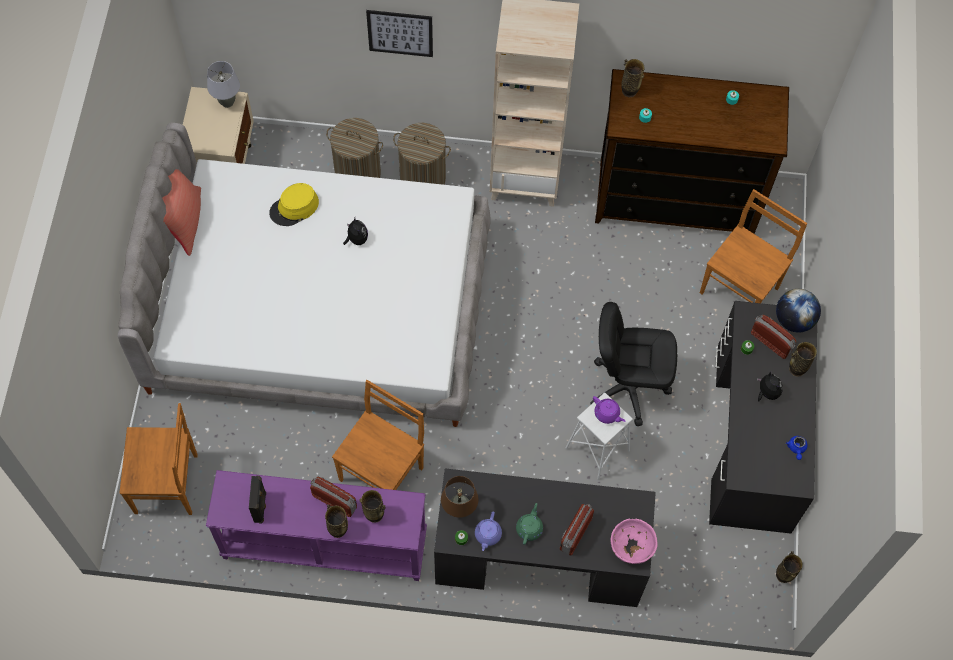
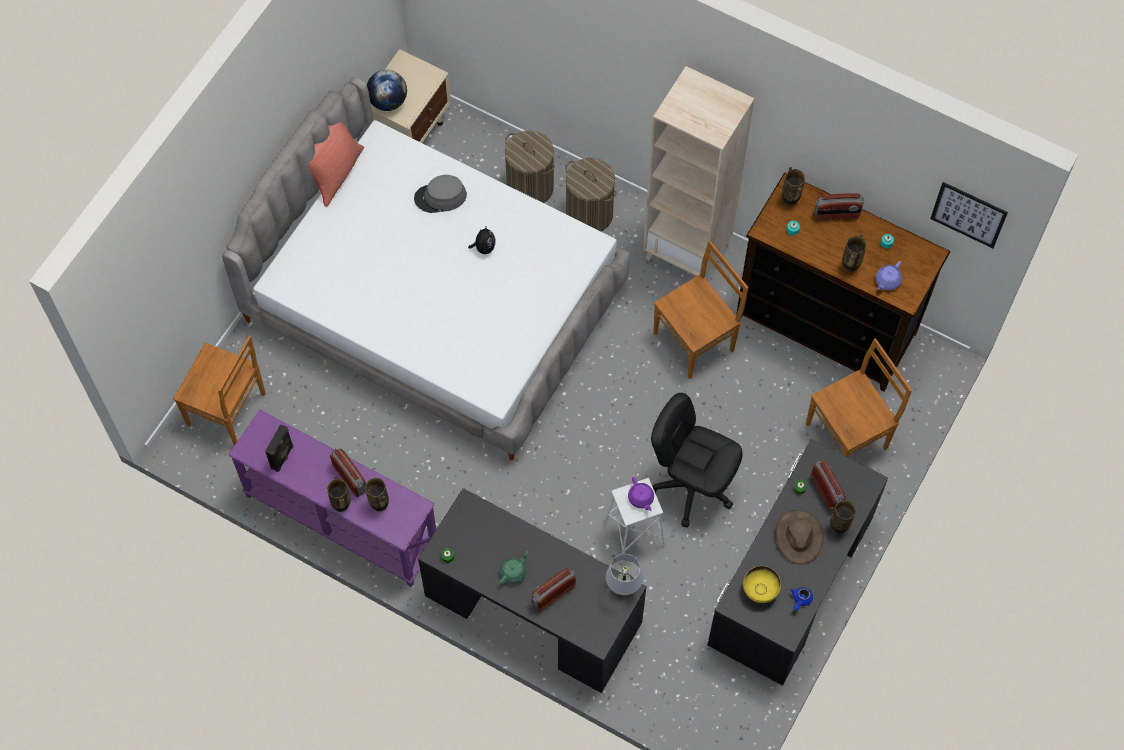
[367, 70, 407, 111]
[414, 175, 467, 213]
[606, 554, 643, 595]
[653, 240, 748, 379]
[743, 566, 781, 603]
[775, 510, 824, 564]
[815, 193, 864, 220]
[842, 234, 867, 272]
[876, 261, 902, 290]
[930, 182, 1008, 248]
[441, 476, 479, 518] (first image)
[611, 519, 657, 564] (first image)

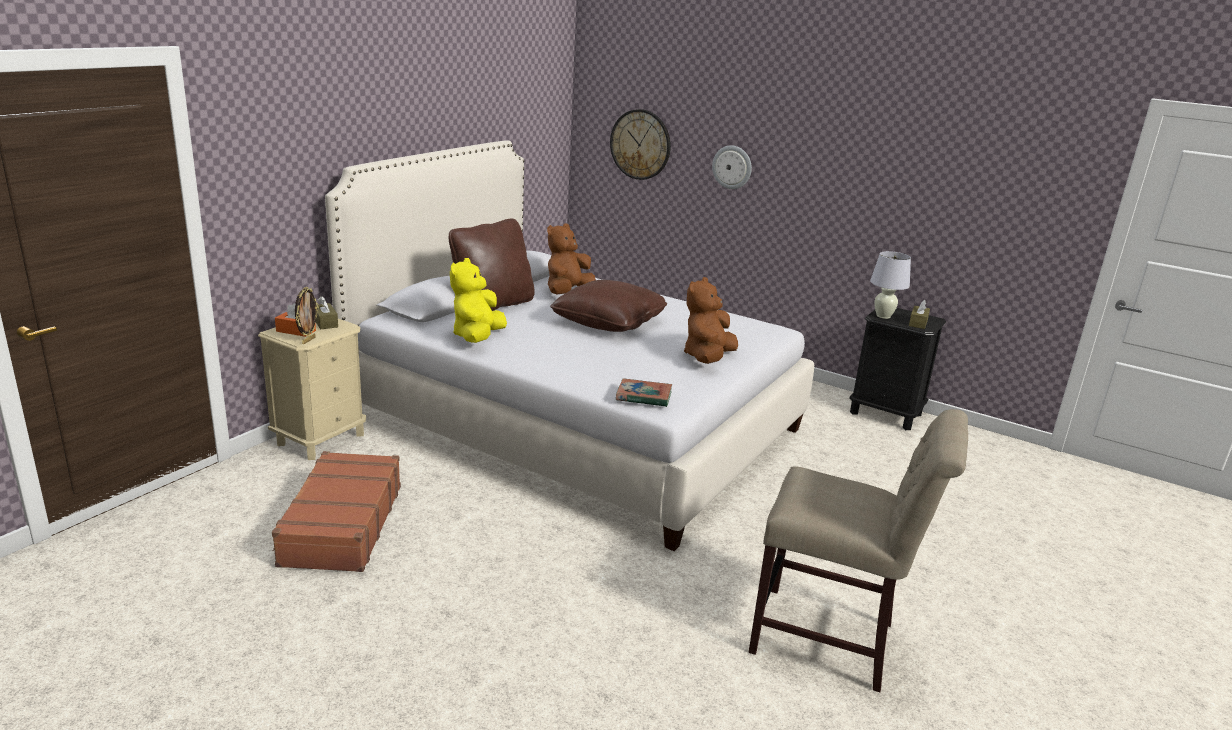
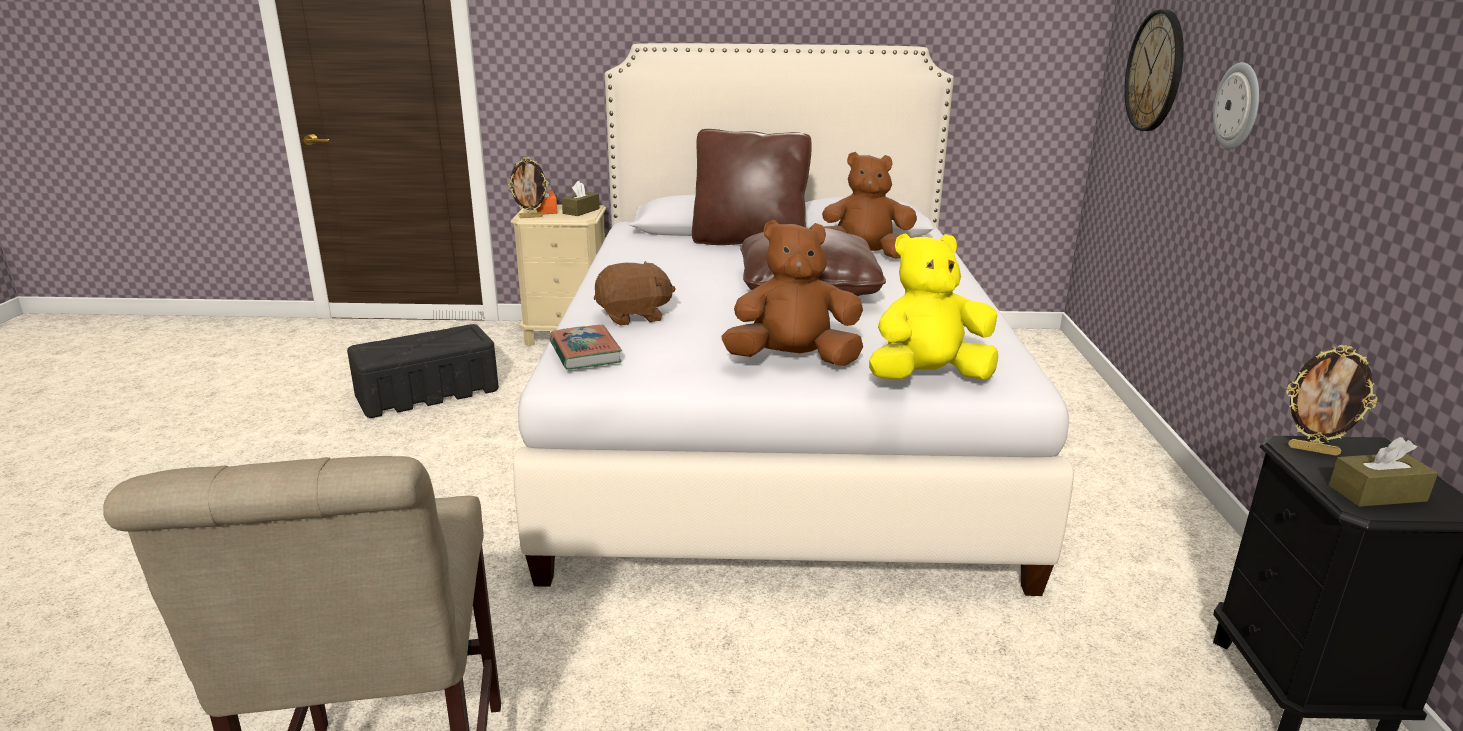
[347, 324, 499, 418]
[594, 261, 676, 326]
[869, 233, 998, 379]
[1286, 345, 1378, 456]

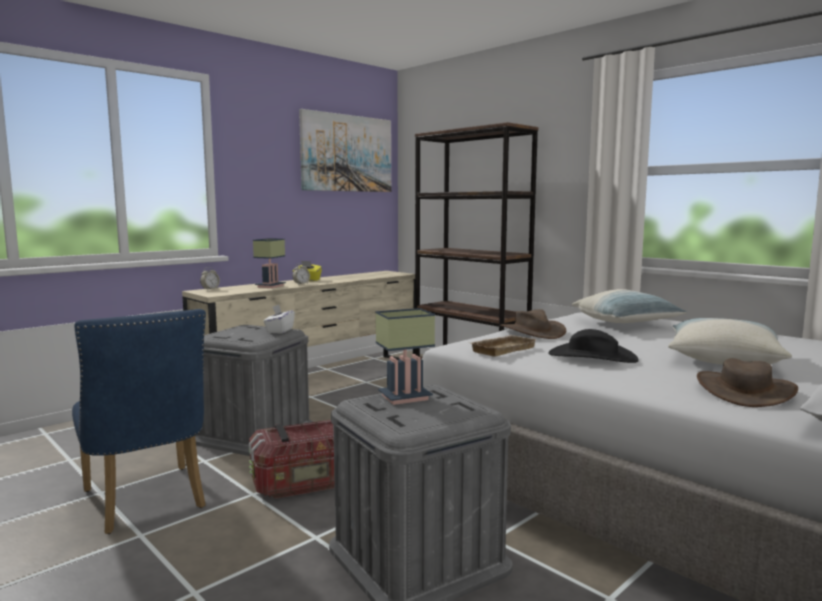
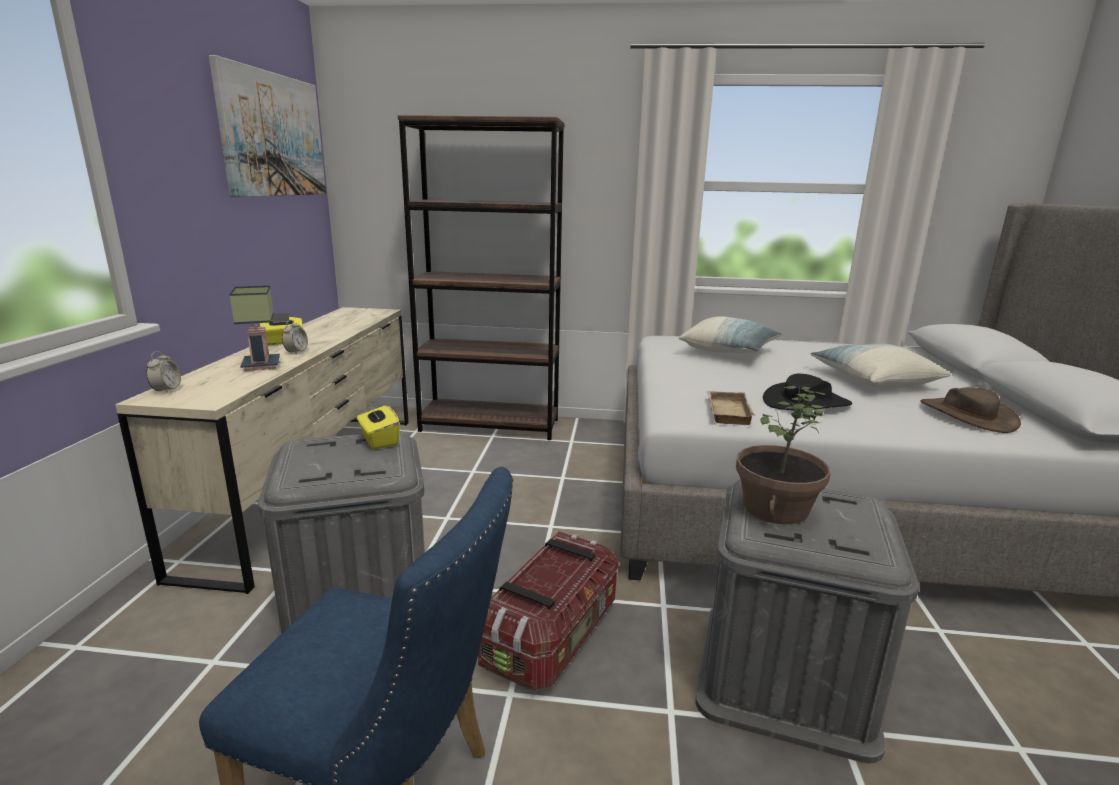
[357, 405, 400, 449]
[736, 385, 831, 524]
[500, 309, 566, 339] (first image)

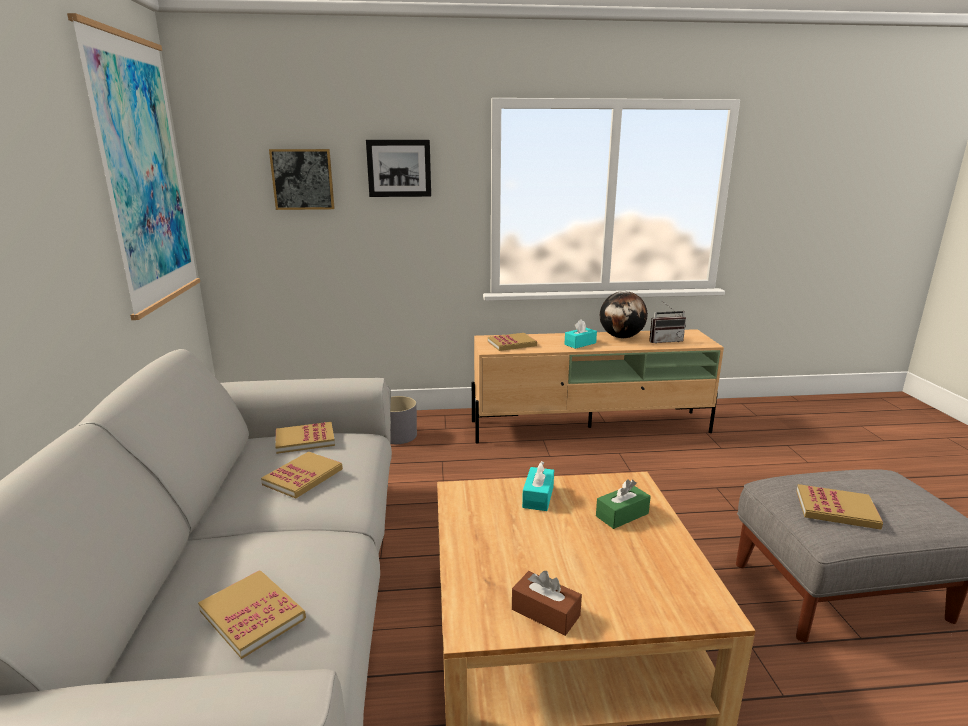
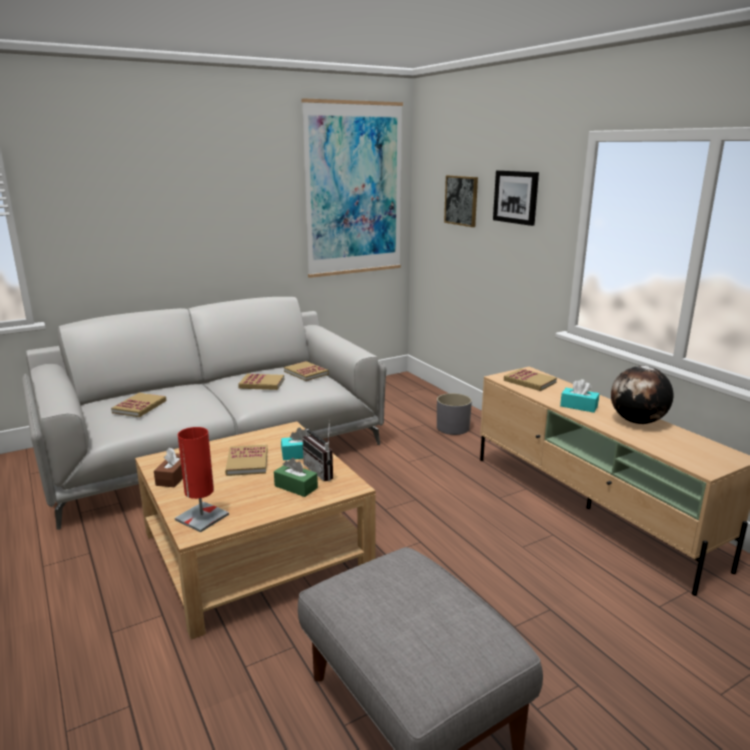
[175, 427, 229, 532]
[225, 445, 268, 476]
[302, 424, 333, 481]

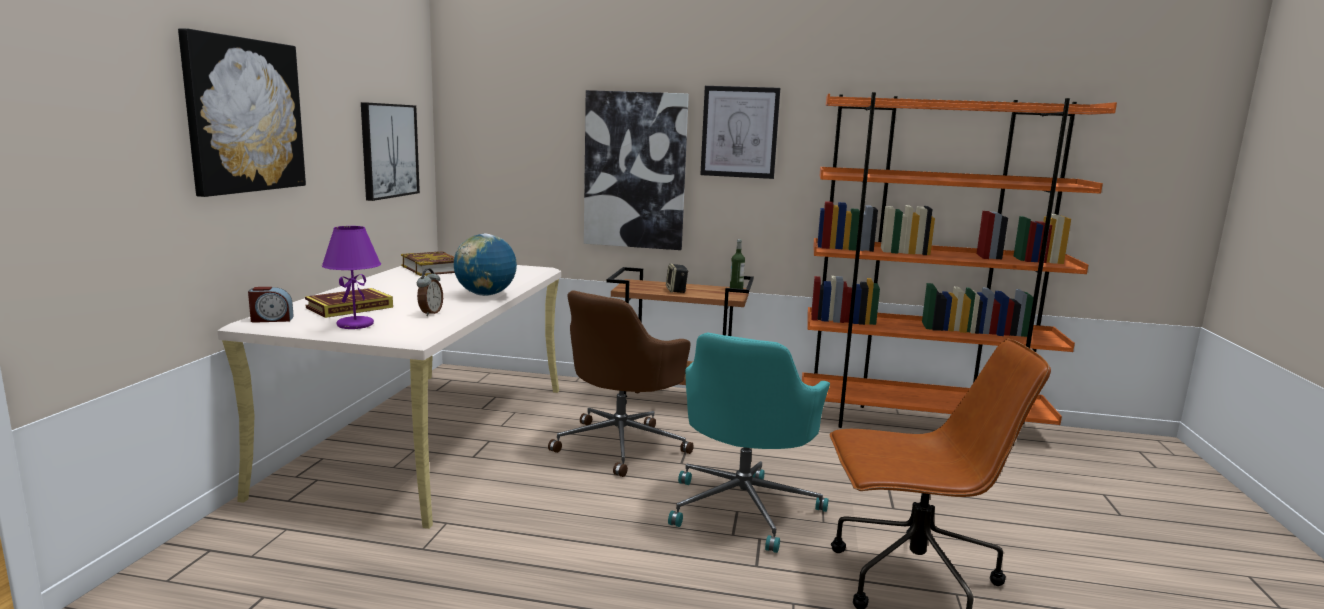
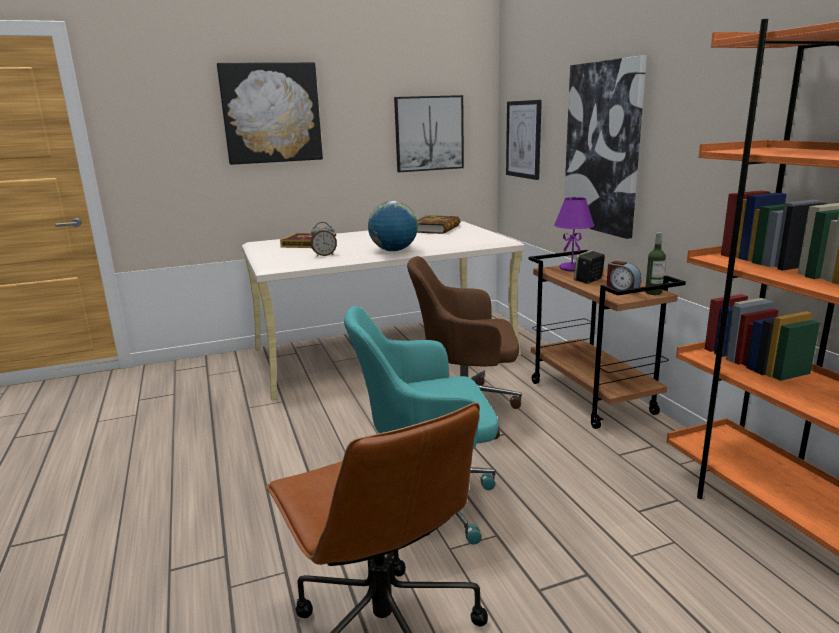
[506, 100, 542, 180]
[554, 197, 594, 271]
[607, 261, 641, 290]

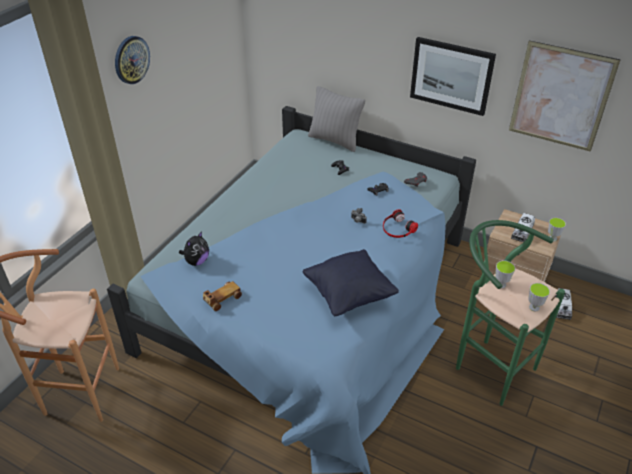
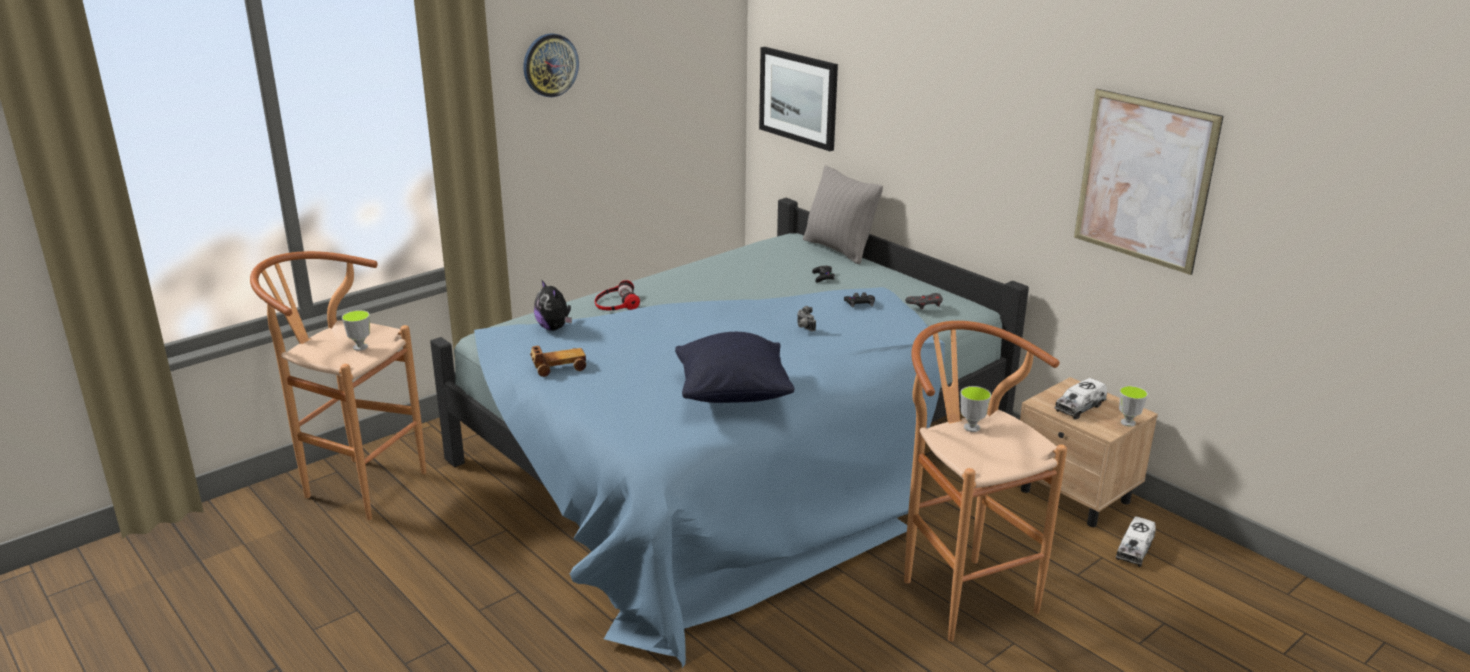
[342, 310, 370, 351]
[534, 279, 572, 331]
[595, 280, 640, 311]
[759, 47, 838, 151]
[904, 321, 1067, 642]

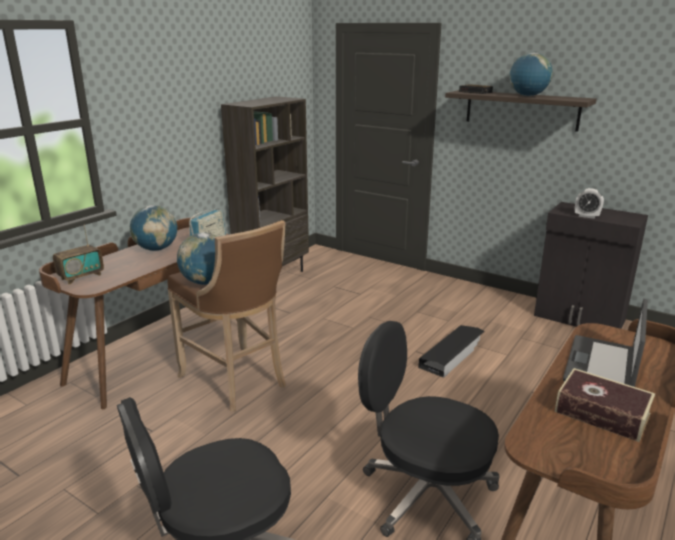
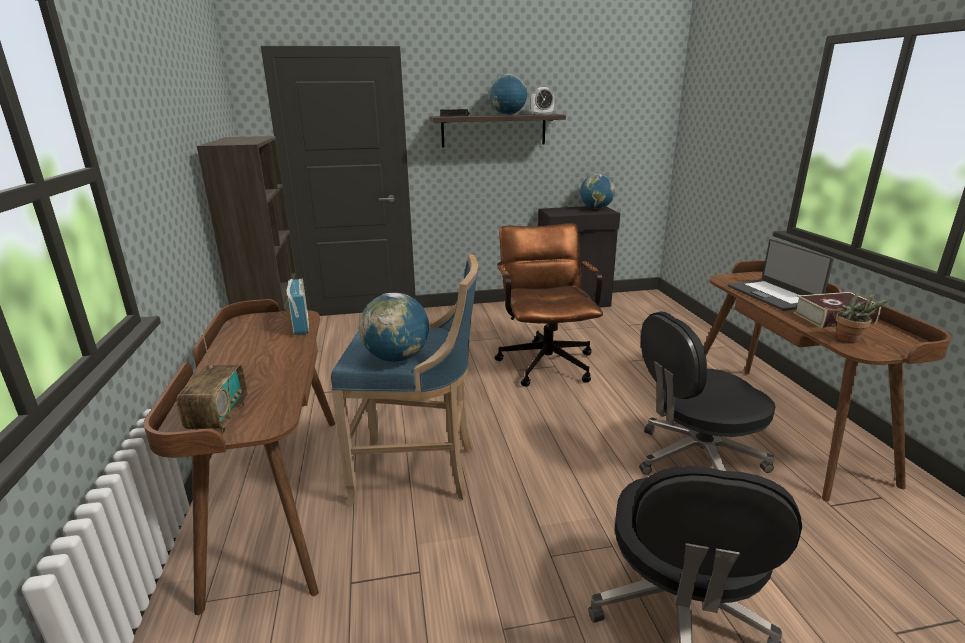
[331, 254, 478, 506]
[494, 223, 603, 387]
[531, 87, 555, 115]
[580, 173, 615, 209]
[836, 290, 889, 342]

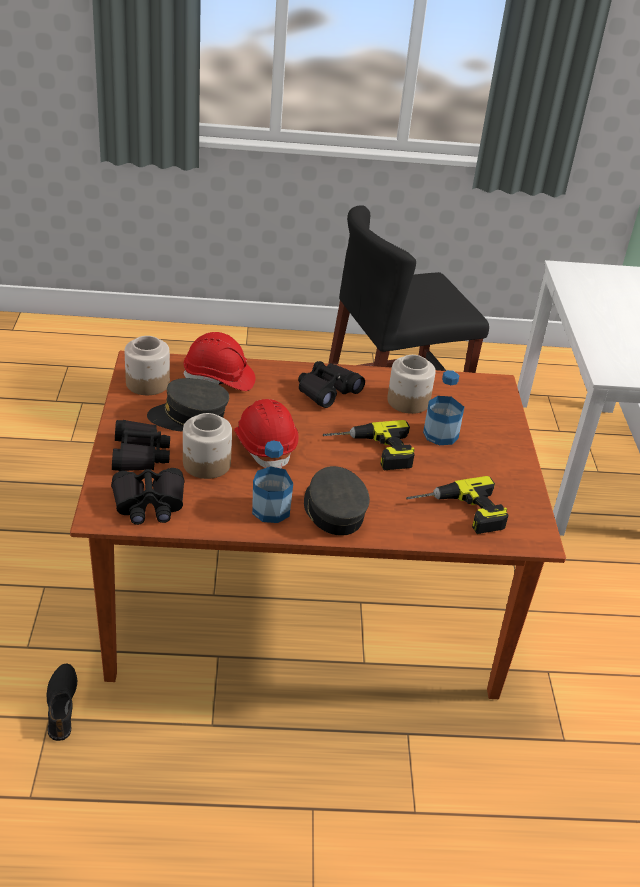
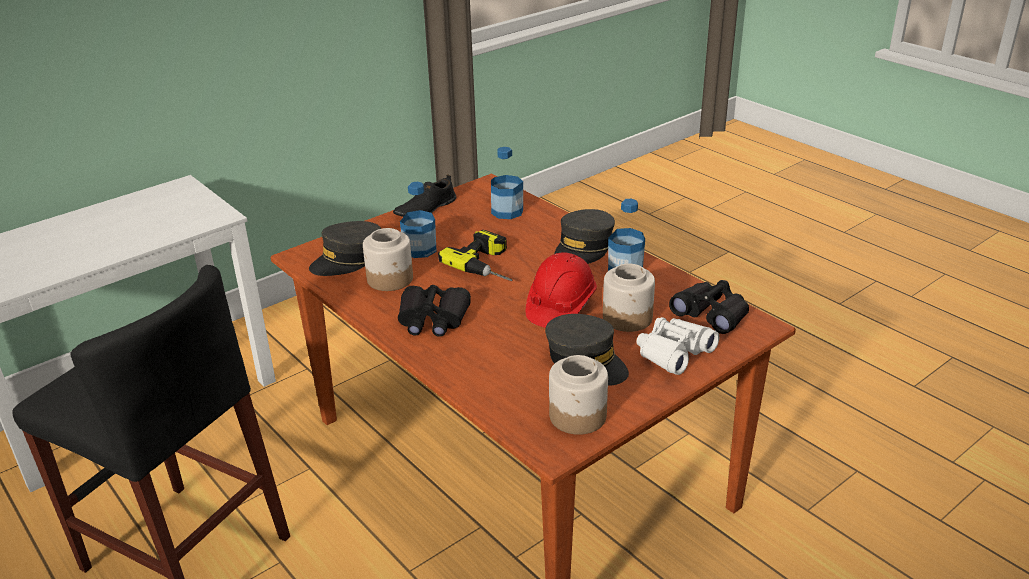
[309, 221, 381, 276]
[393, 174, 456, 217]
[491, 147, 523, 219]
[636, 317, 719, 375]
[183, 332, 256, 391] (first image)

